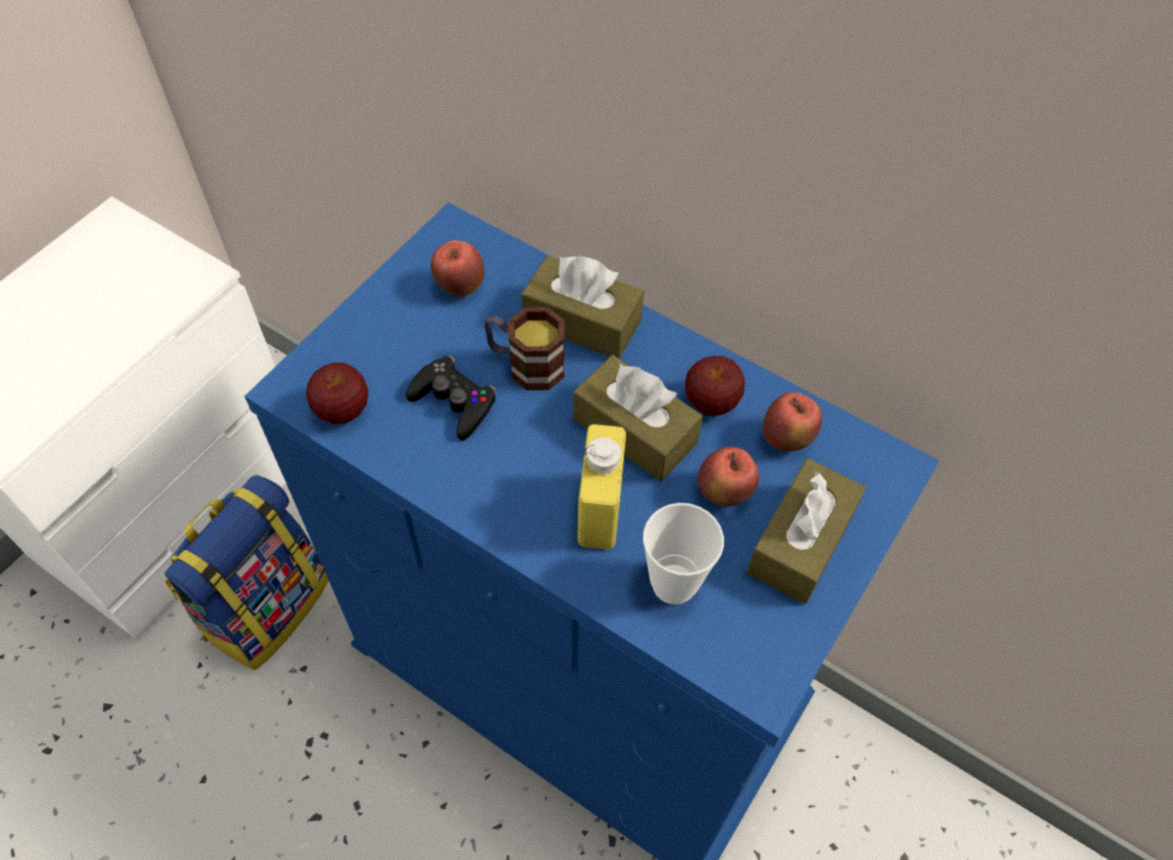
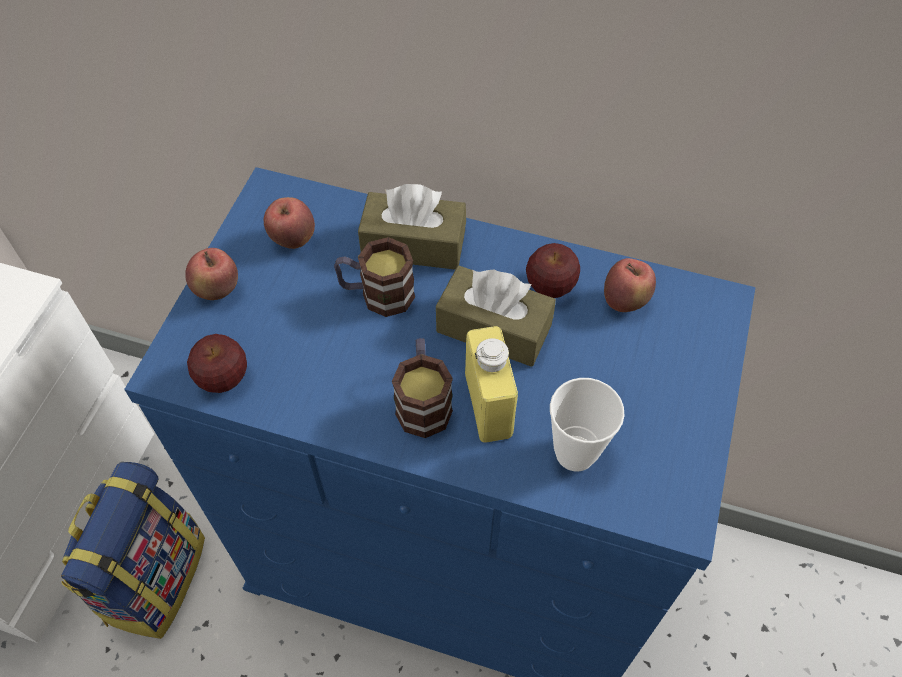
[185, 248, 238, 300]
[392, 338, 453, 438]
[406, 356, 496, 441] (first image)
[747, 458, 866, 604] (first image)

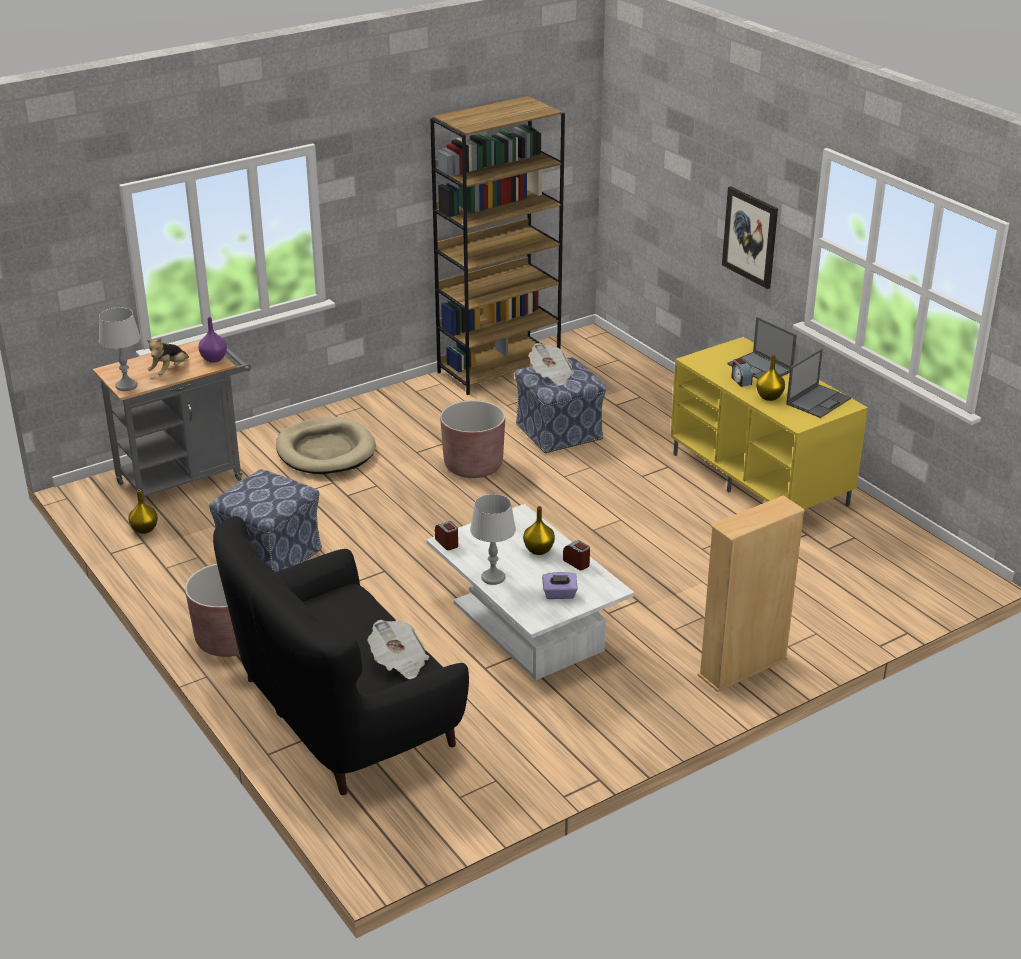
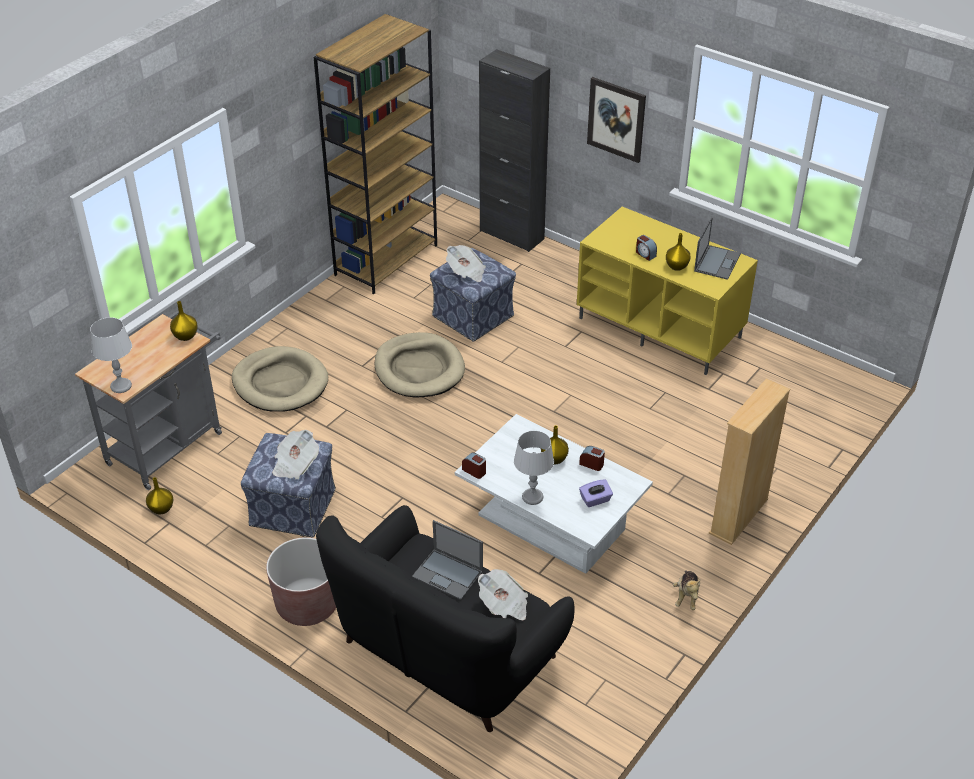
[170, 301, 198, 341]
[272, 430, 319, 479]
[375, 332, 465, 398]
[412, 520, 483, 600]
[479, 49, 550, 252]
[673, 571, 701, 610]

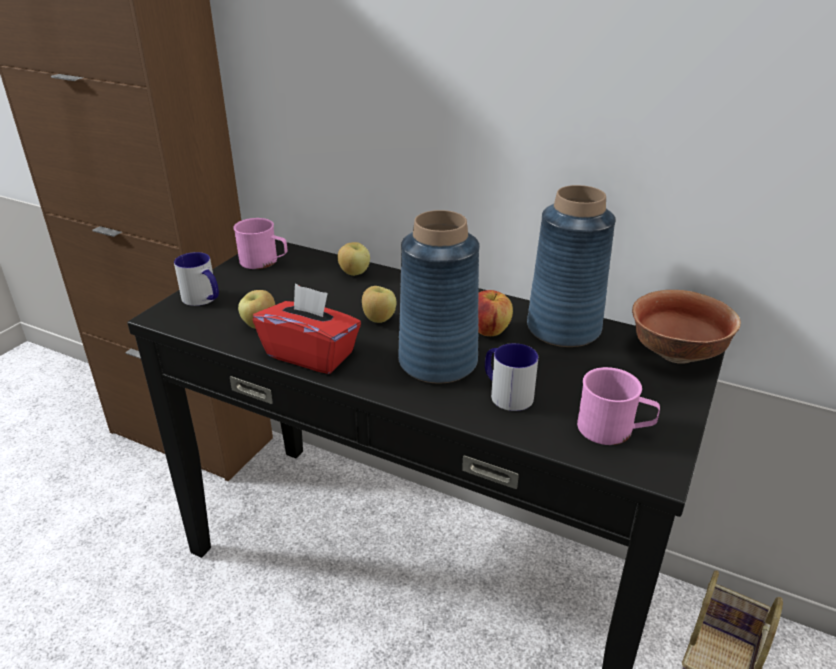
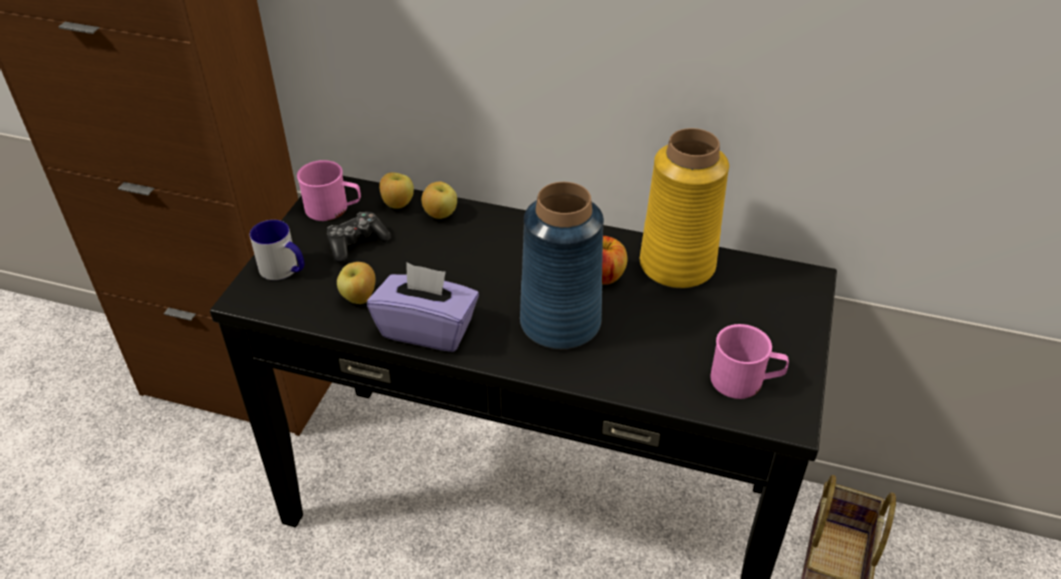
[327, 212, 392, 262]
[367, 262, 479, 352]
[379, 172, 414, 209]
[640, 128, 729, 288]
[485, 343, 538, 411] (first image)
[632, 290, 741, 364] (first image)

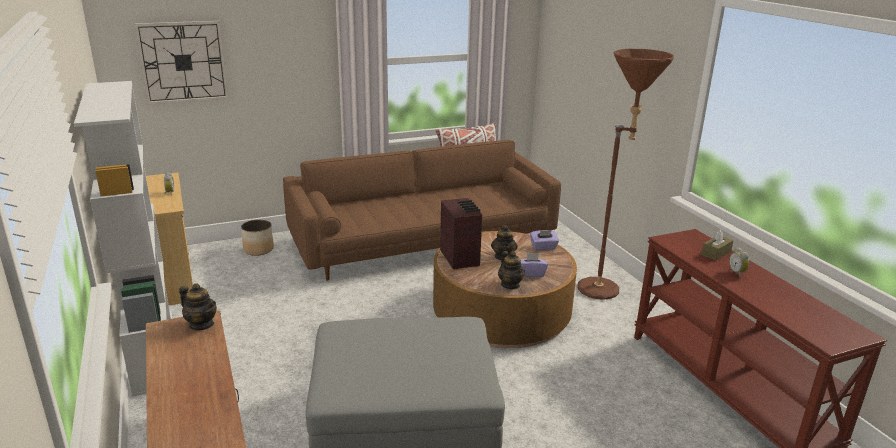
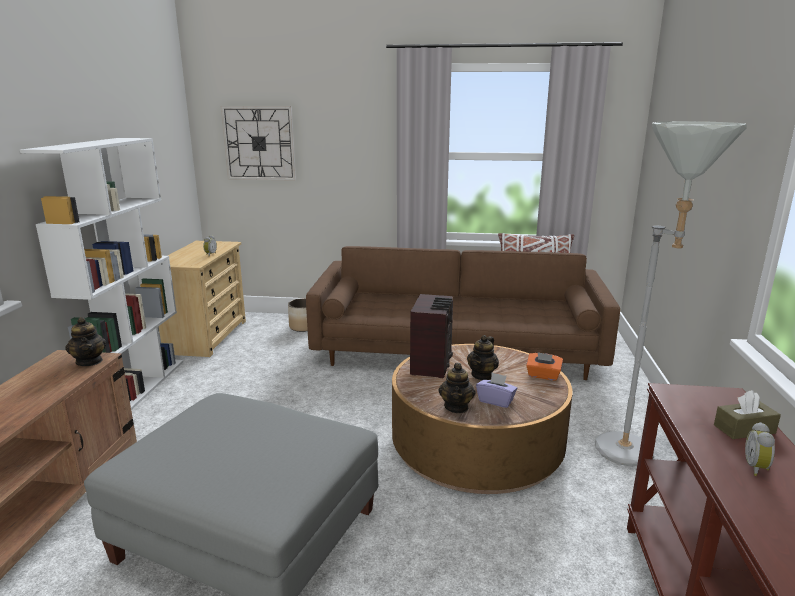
[526, 352, 563, 381]
[595, 121, 747, 467]

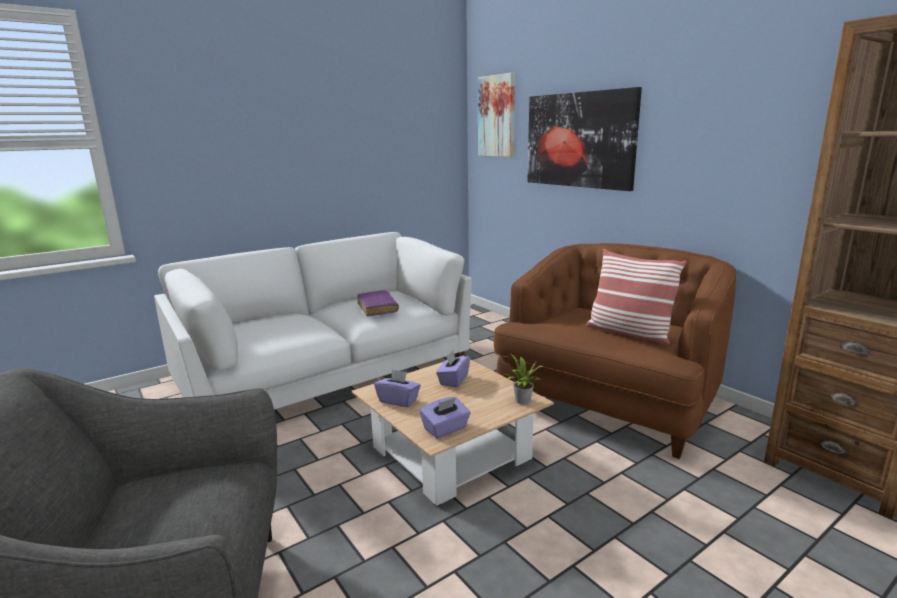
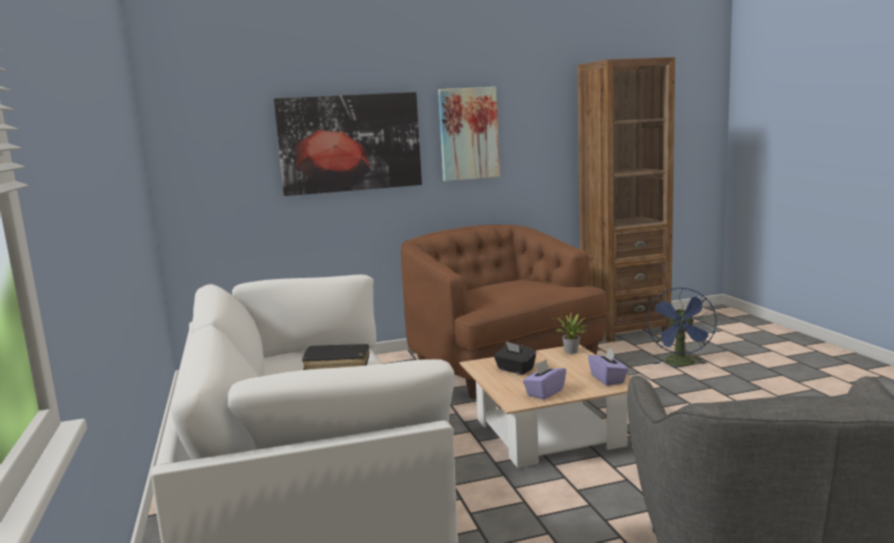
[302, 344, 369, 370]
[438, 87, 500, 181]
[494, 342, 536, 375]
[646, 287, 717, 366]
[586, 249, 687, 344] (first image)

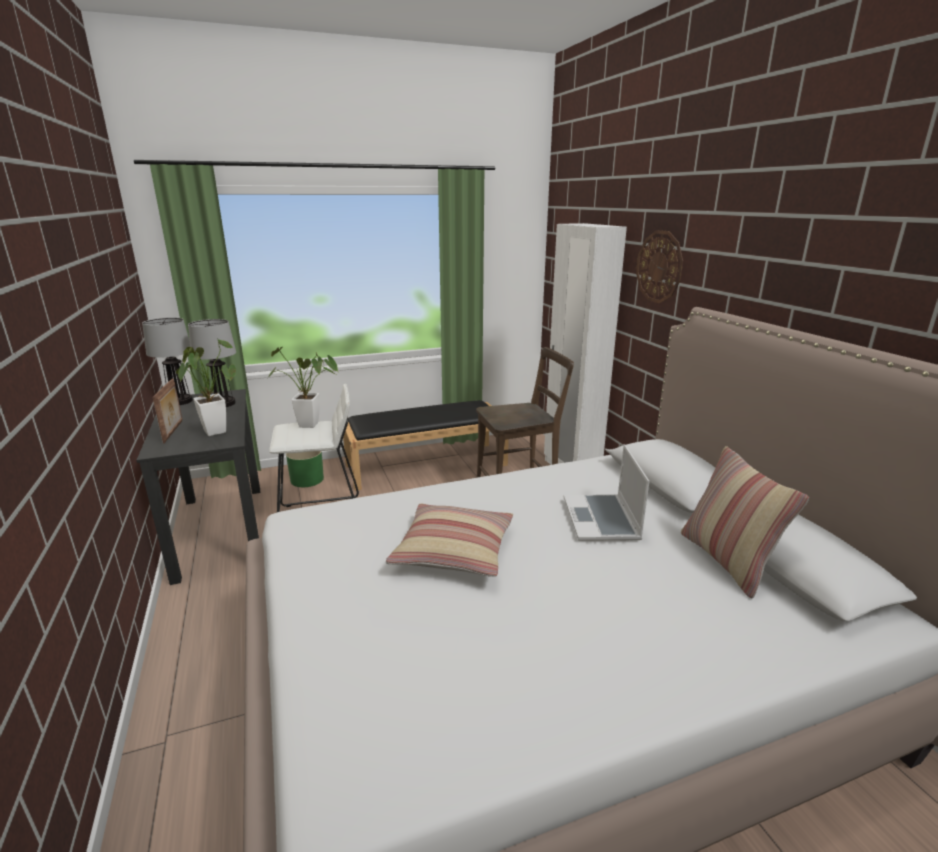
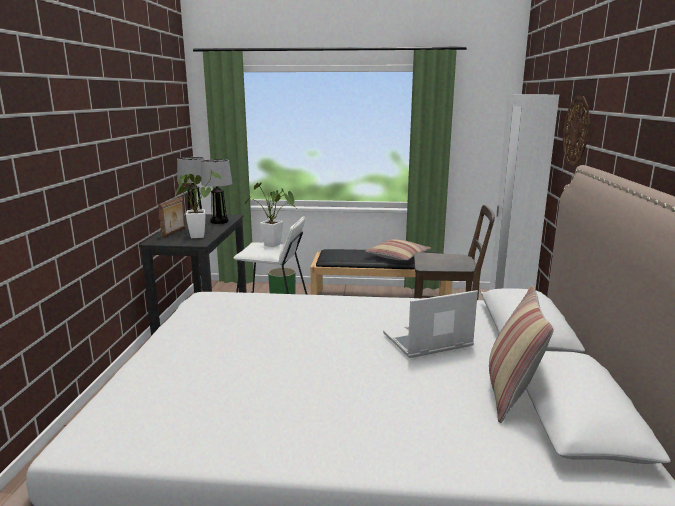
[365, 239, 431, 260]
[383, 290, 478, 358]

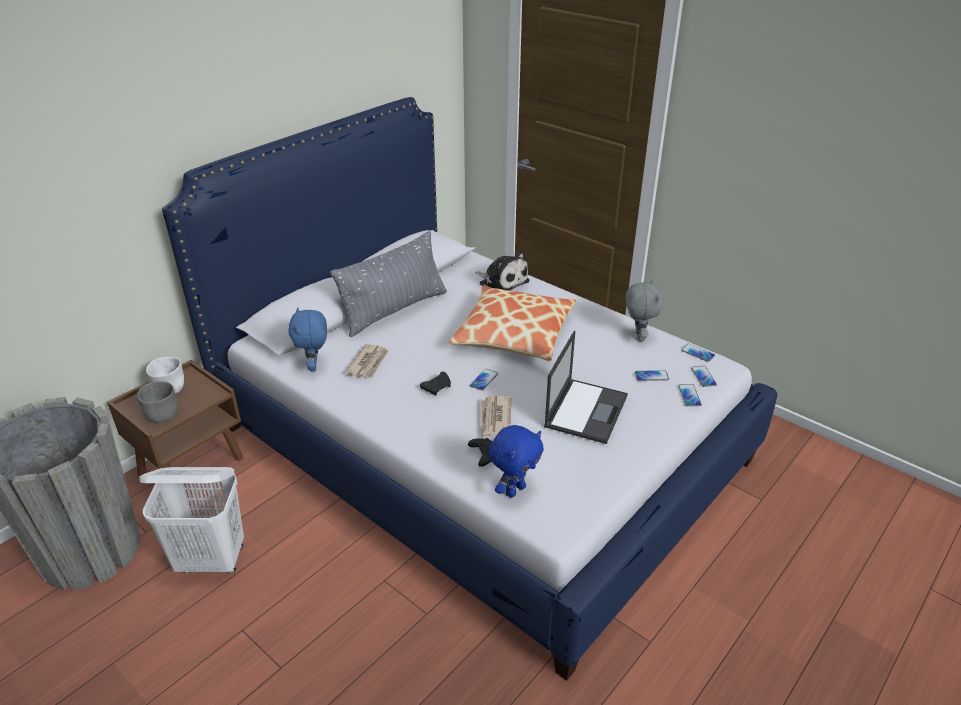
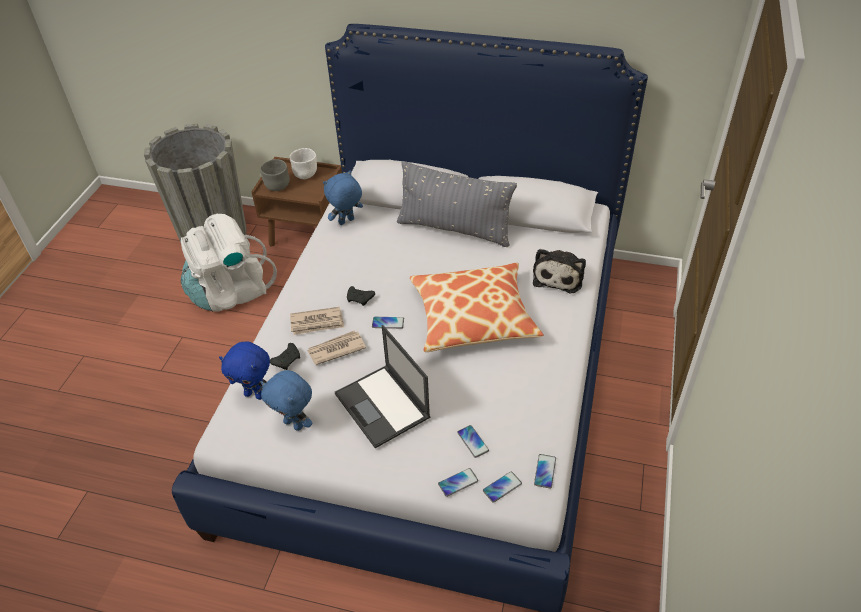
[181, 214, 277, 311]
[261, 370, 313, 431]
[290, 307, 344, 335]
[335, 325, 430, 448]
[626, 280, 664, 341] (first image)

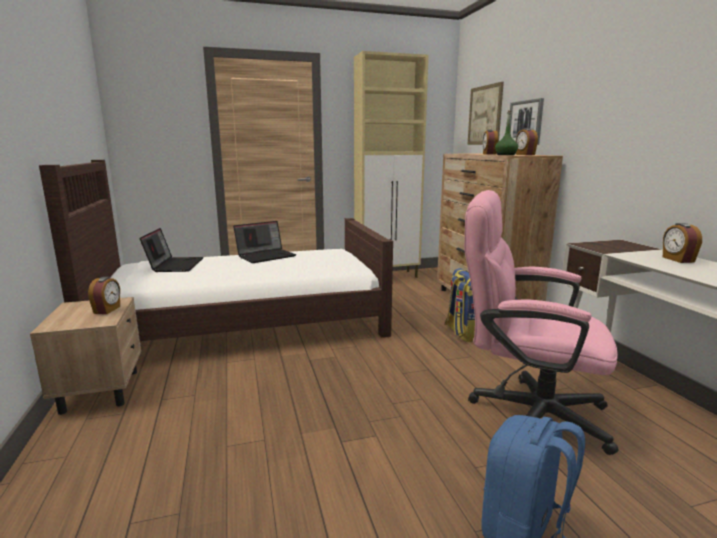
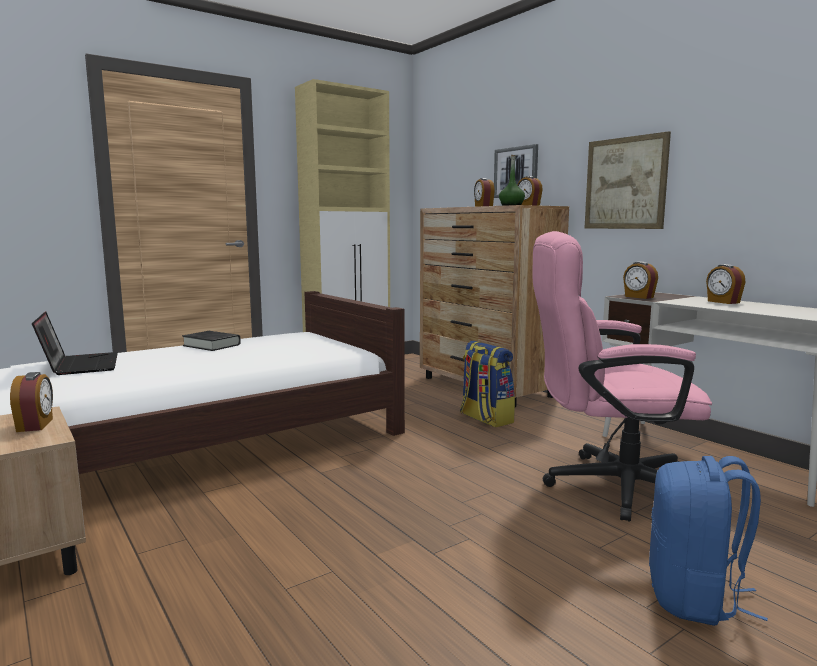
[182, 331, 241, 351]
[585, 131, 671, 229]
[623, 261, 658, 299]

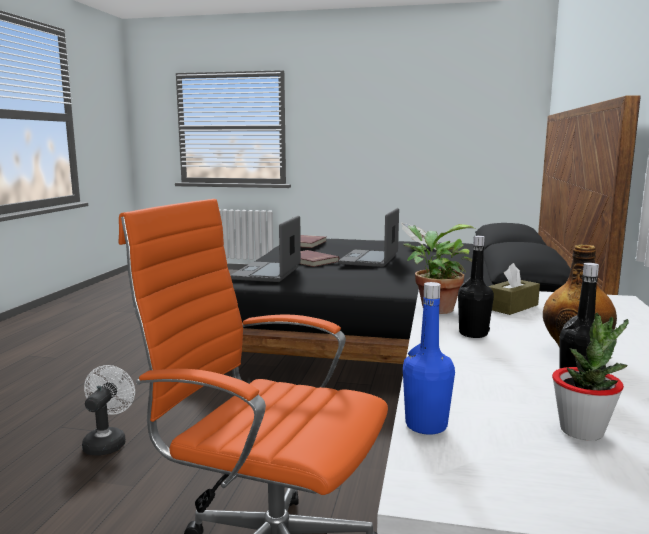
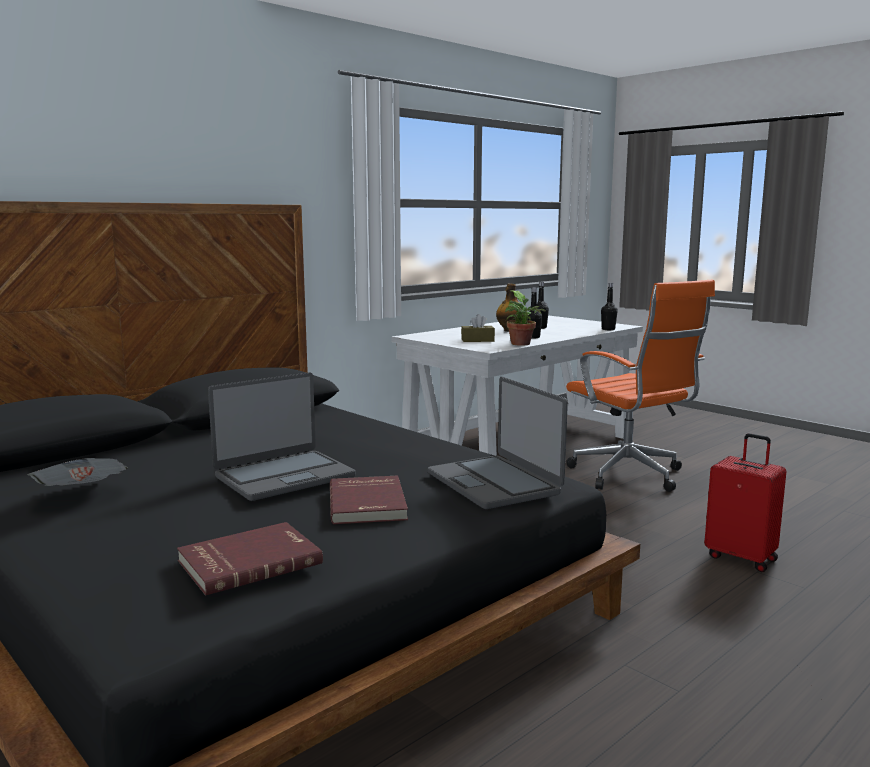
[428, 377, 568, 509]
[601, 283, 618, 330]
[704, 433, 786, 572]
[552, 313, 629, 441] (first image)

